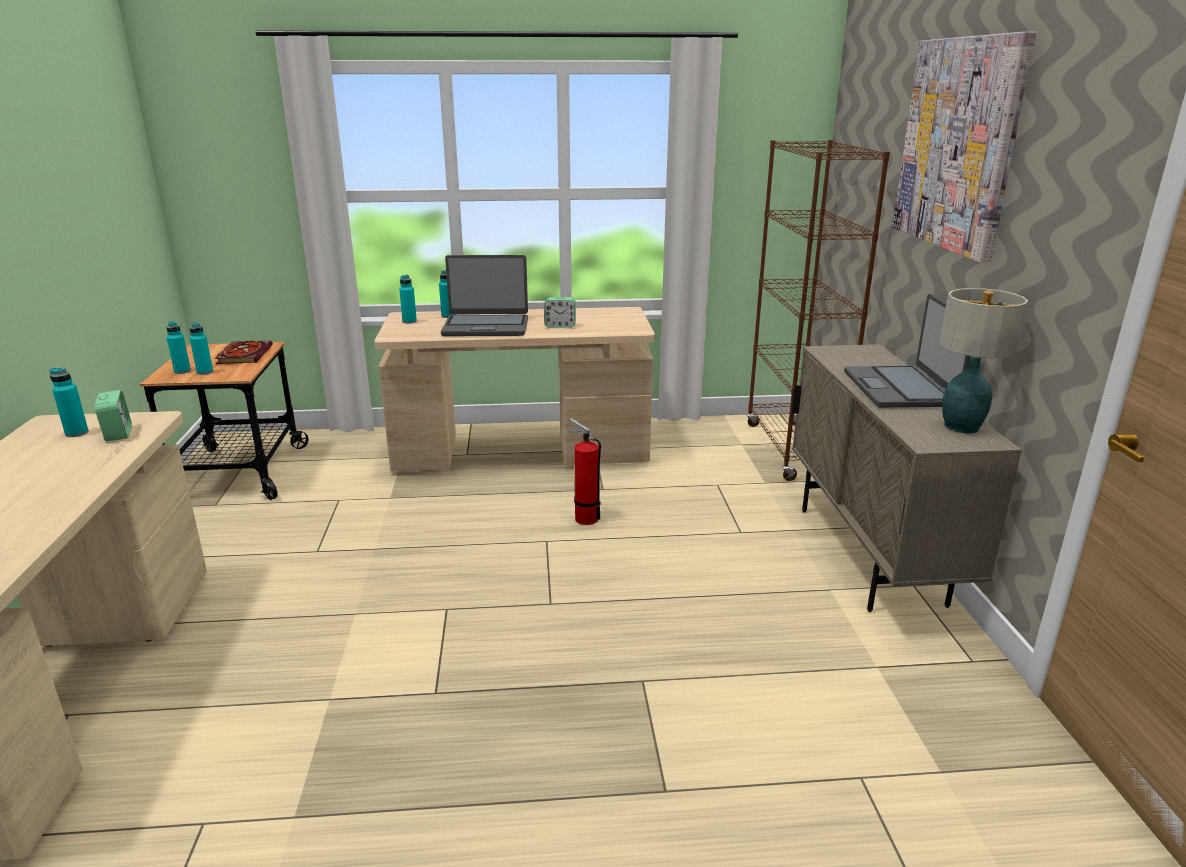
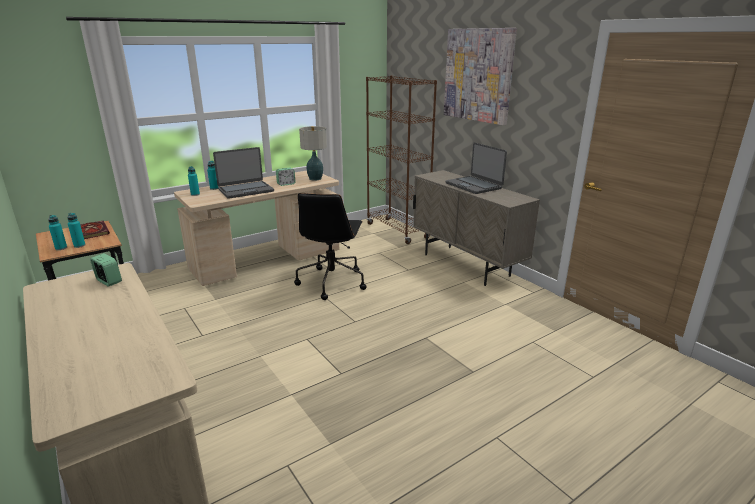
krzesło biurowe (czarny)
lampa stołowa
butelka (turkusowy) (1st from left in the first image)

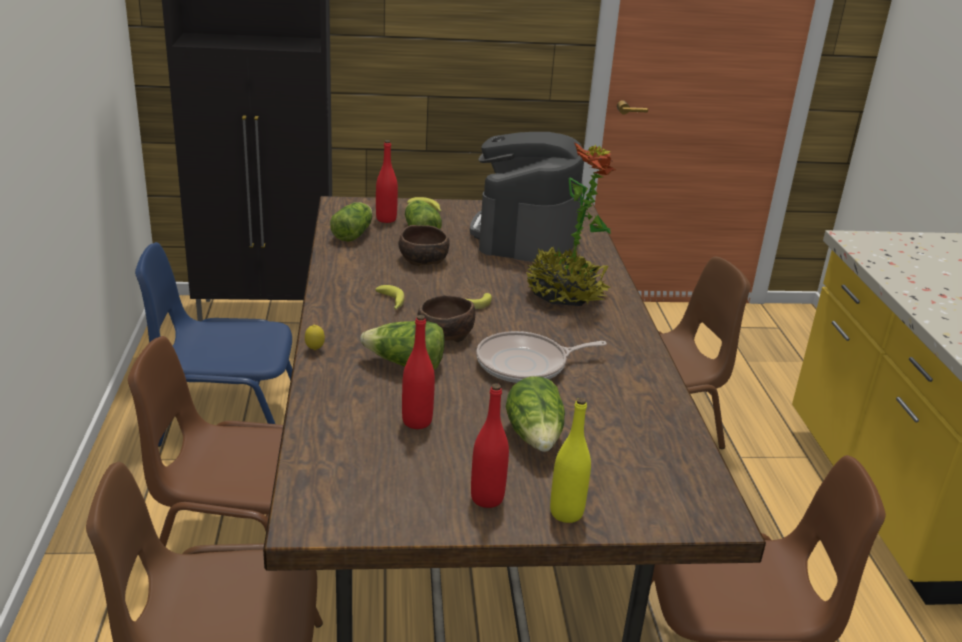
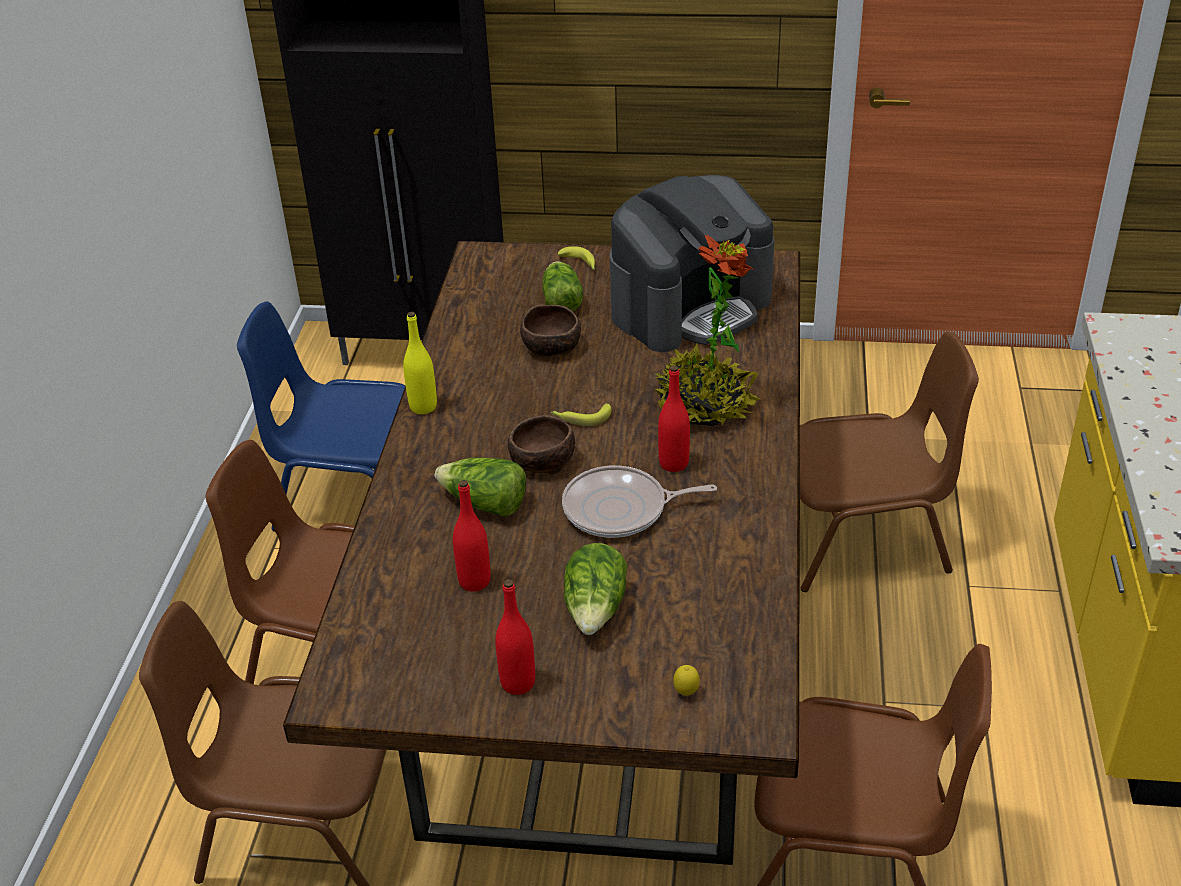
butelka (żółty)
ekspres do kawy
butelka (czerwony) (3rd from left)
cytryna
sałata (1st from left in the first image)
banan (1st from left in the first image)

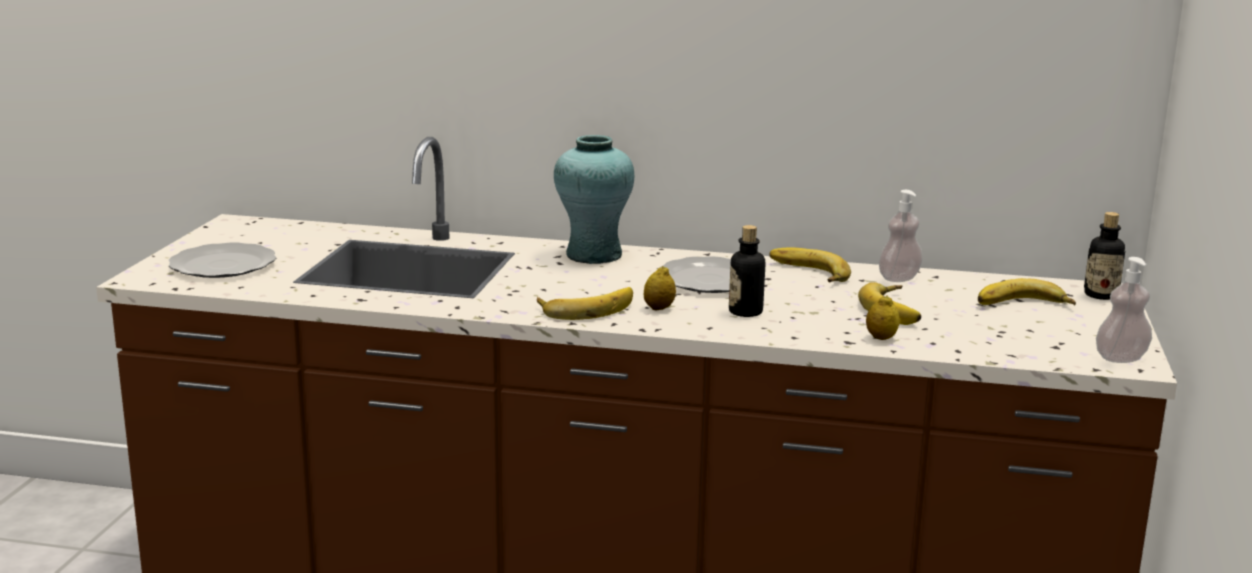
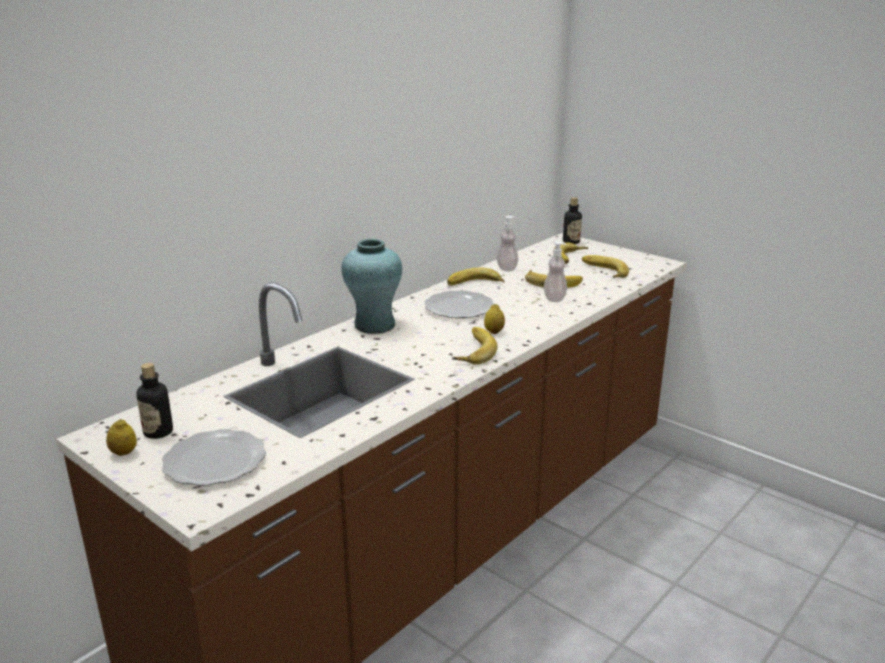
cytryna (1st from left)
butelka (1st from left)
dozownik mydła (2nd from left)
banan (5th from left)

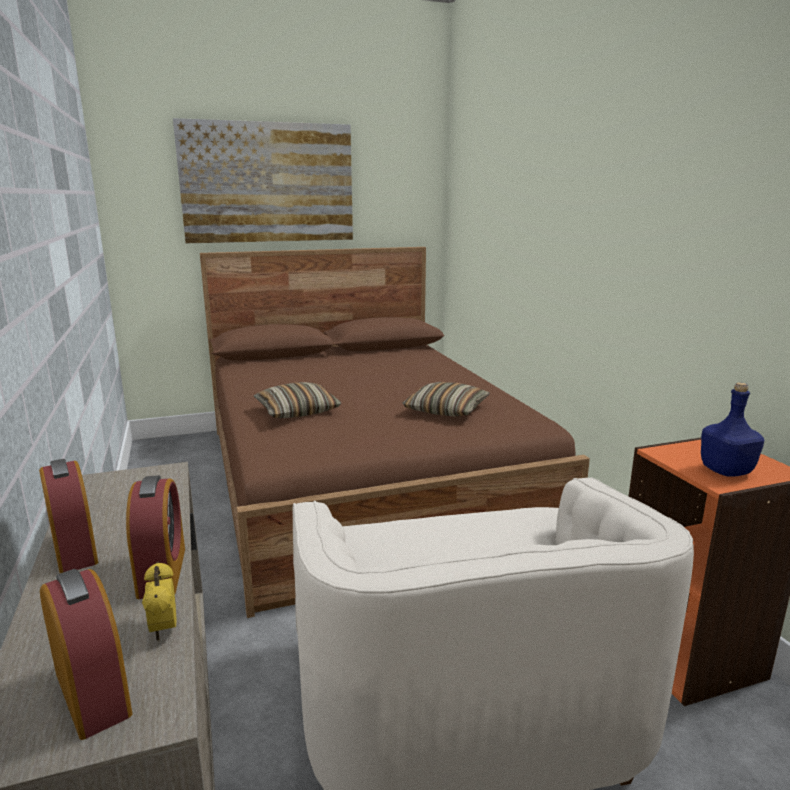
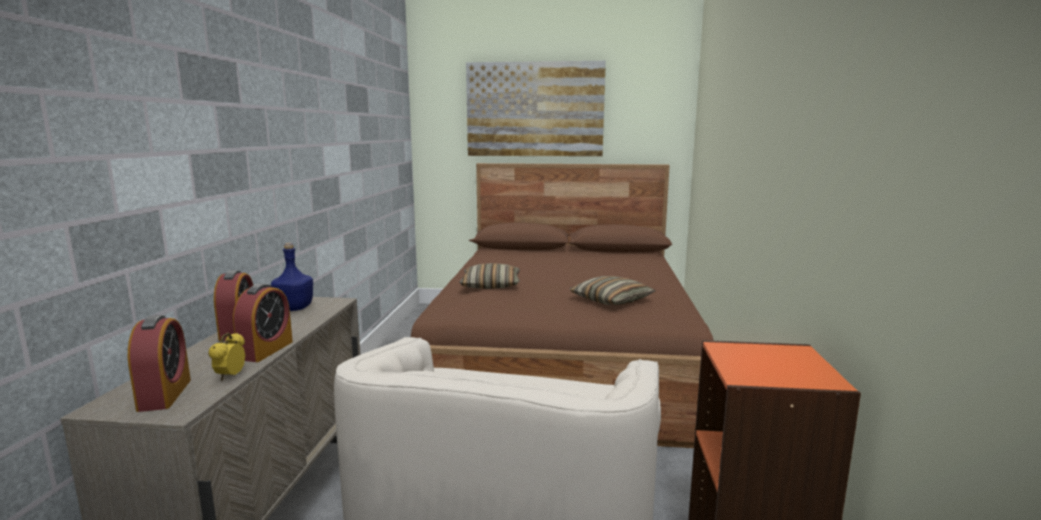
butelka (niebieski)

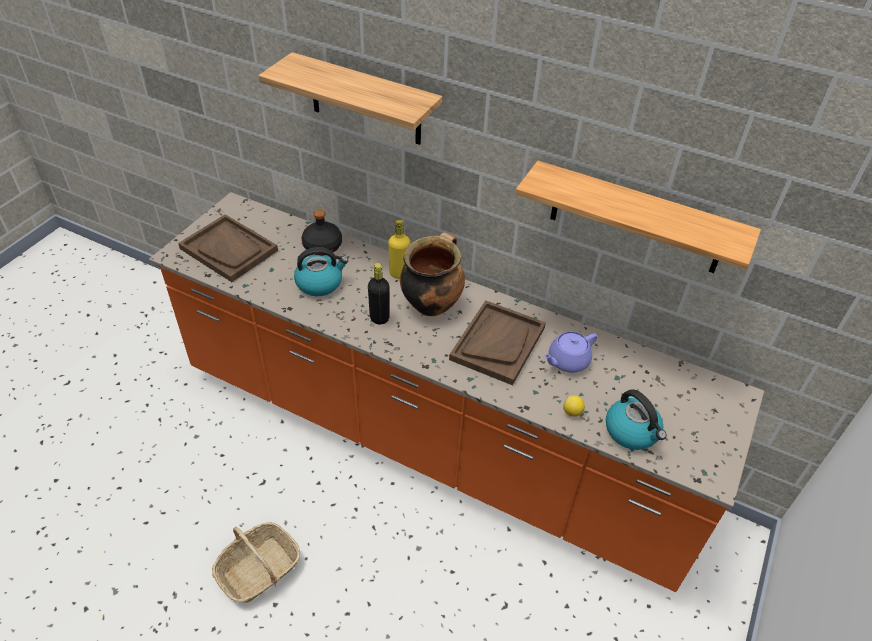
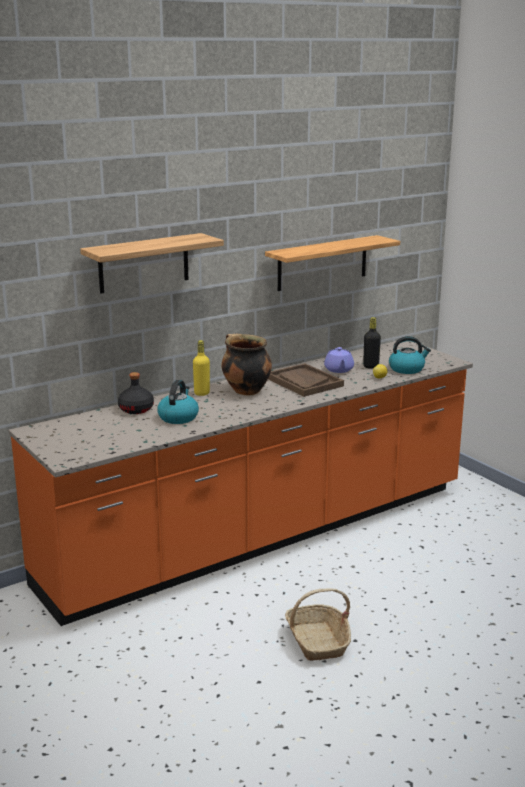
butelka (czarny) (2nd from left)
taca (brązowy) (1st from left in the first image)

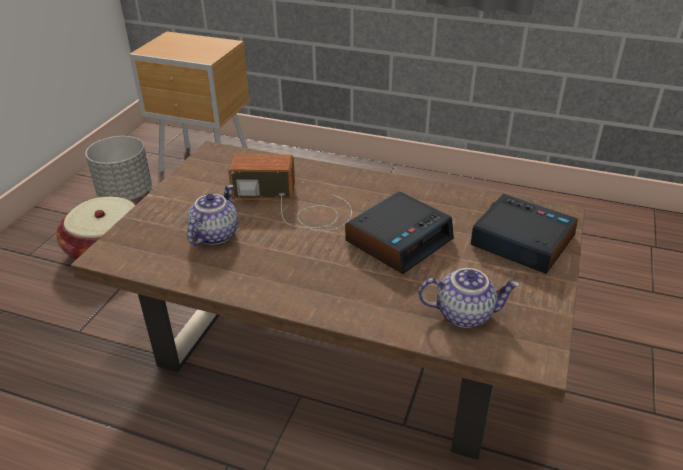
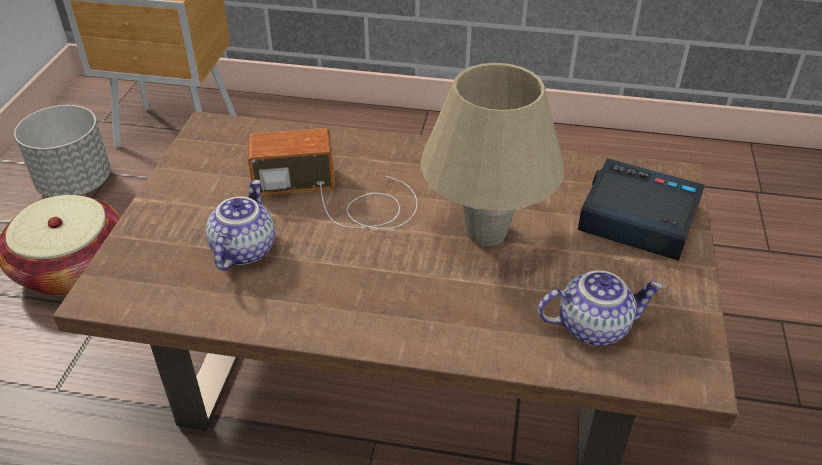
lampa stołowa (beżowy)

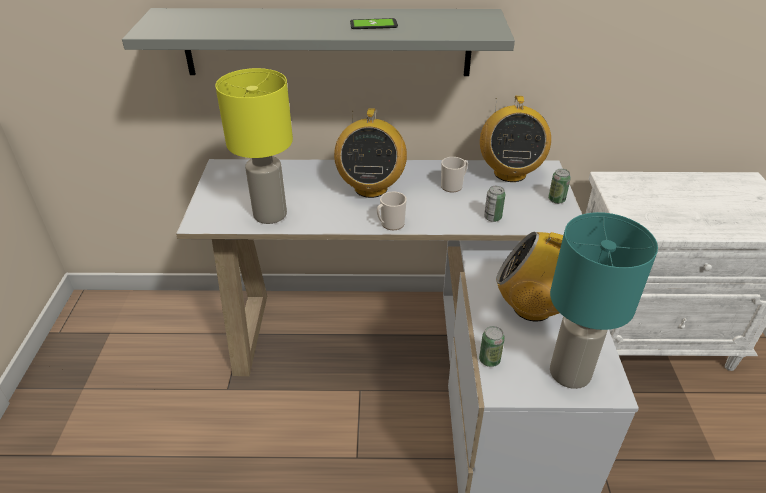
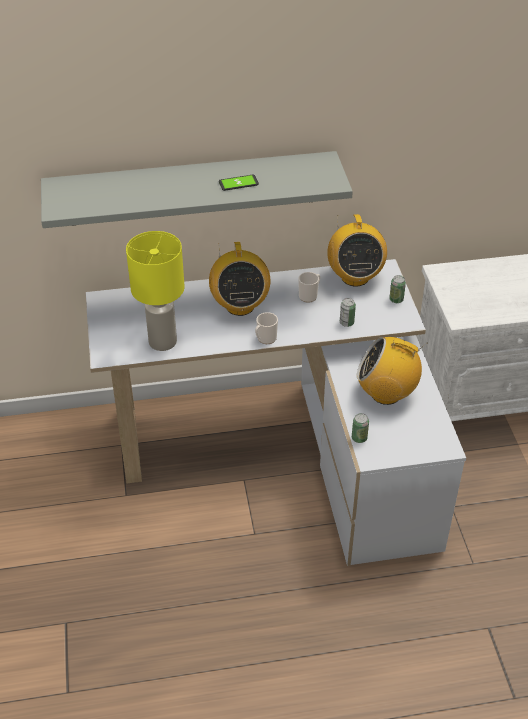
lampa stołowa (turkusowy)

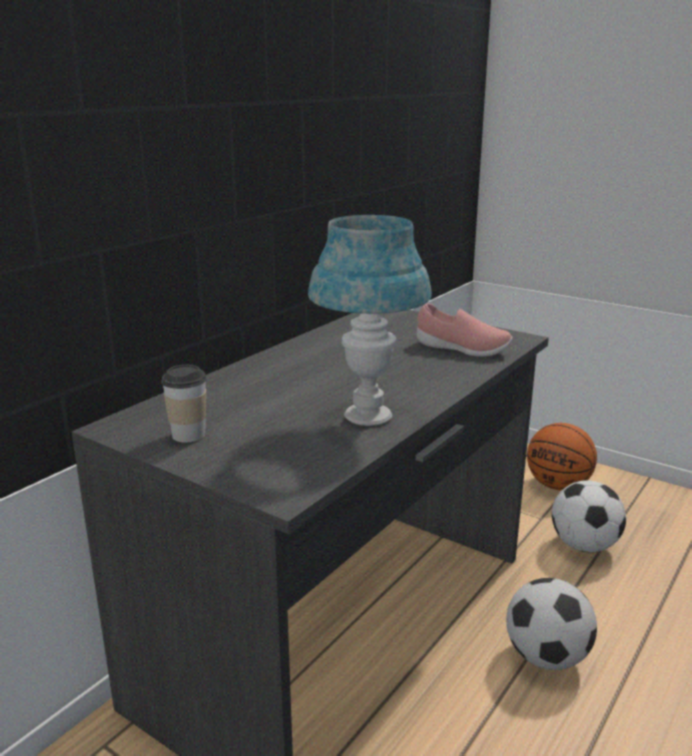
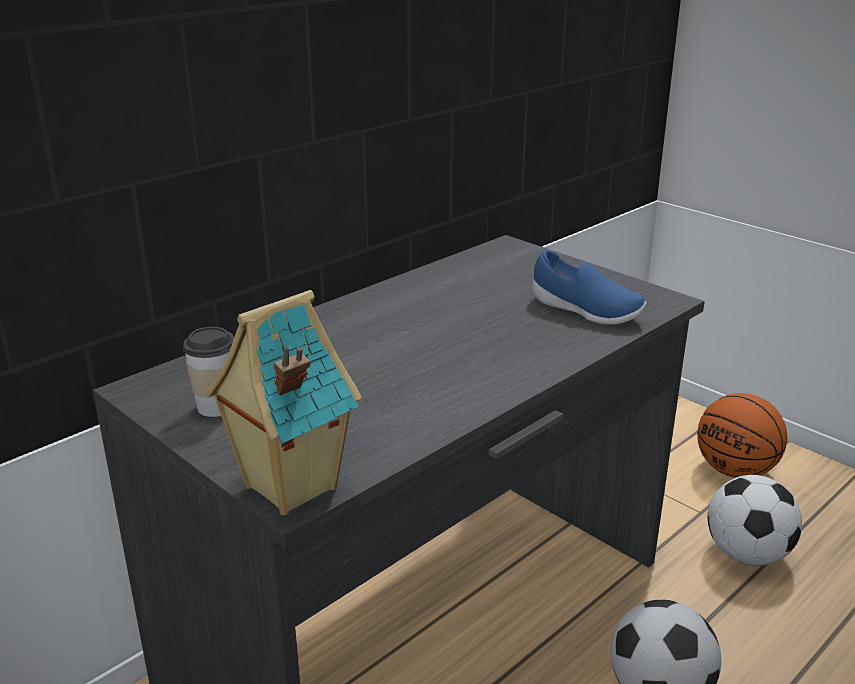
domek
but (niebieski)
lampa stołowa (niebieski)

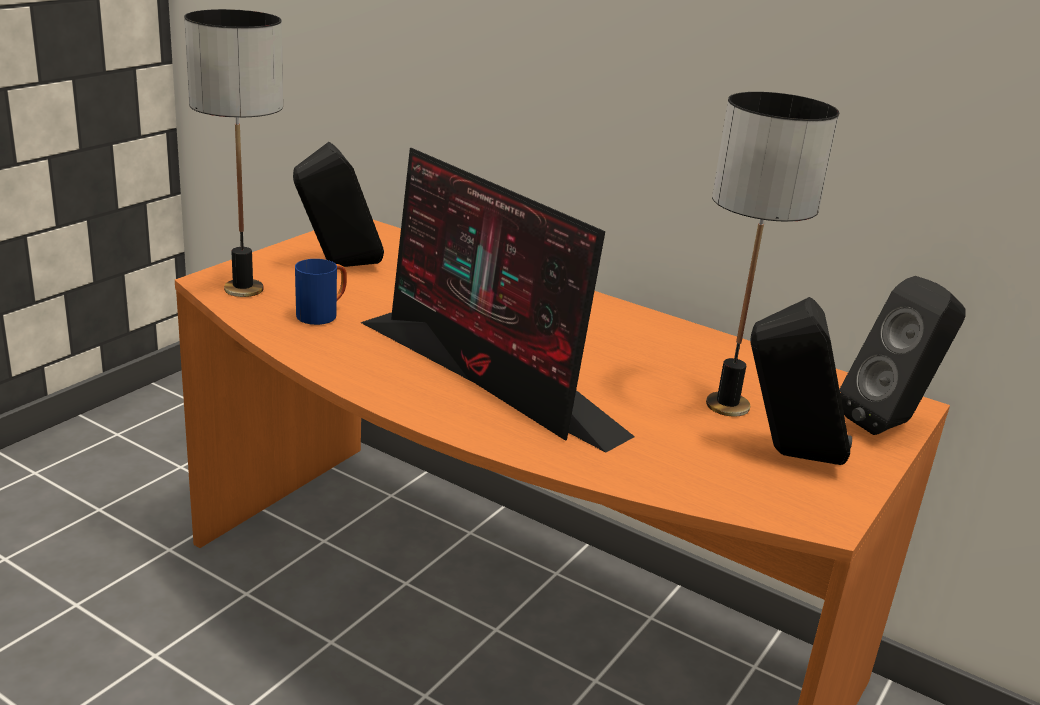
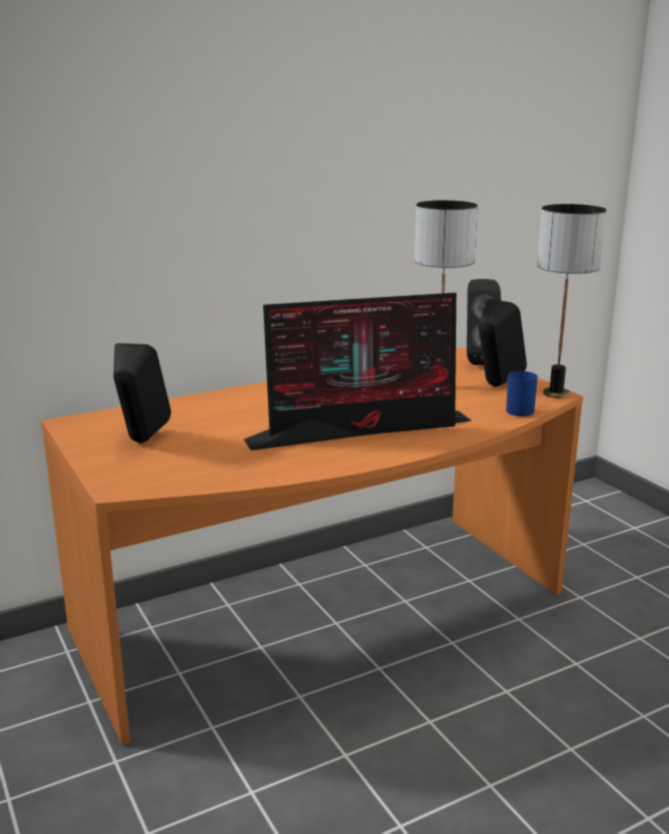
kubek (niebieski)
lampa stołowa (2nd from left)

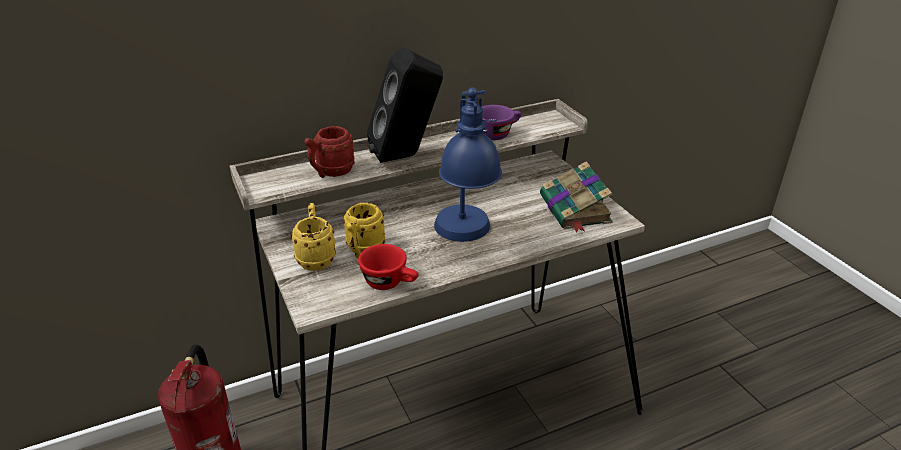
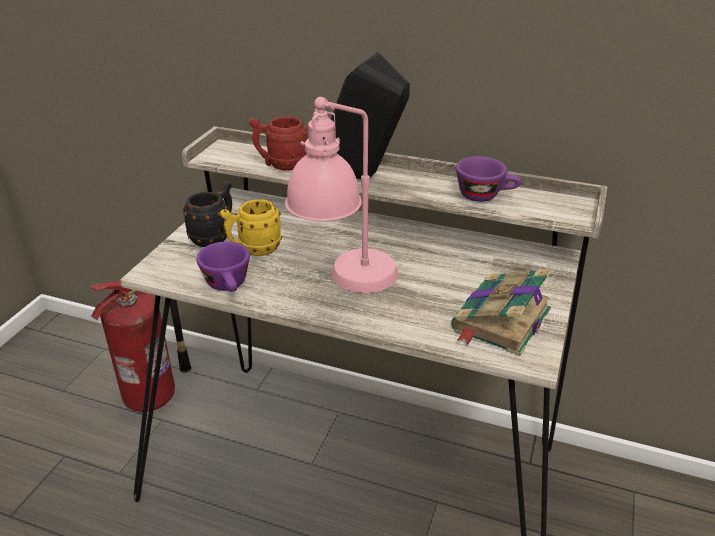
kubek (czarny)
filiżanka (fioletowy) (1st from left)
lampa stołowa (różowy)

